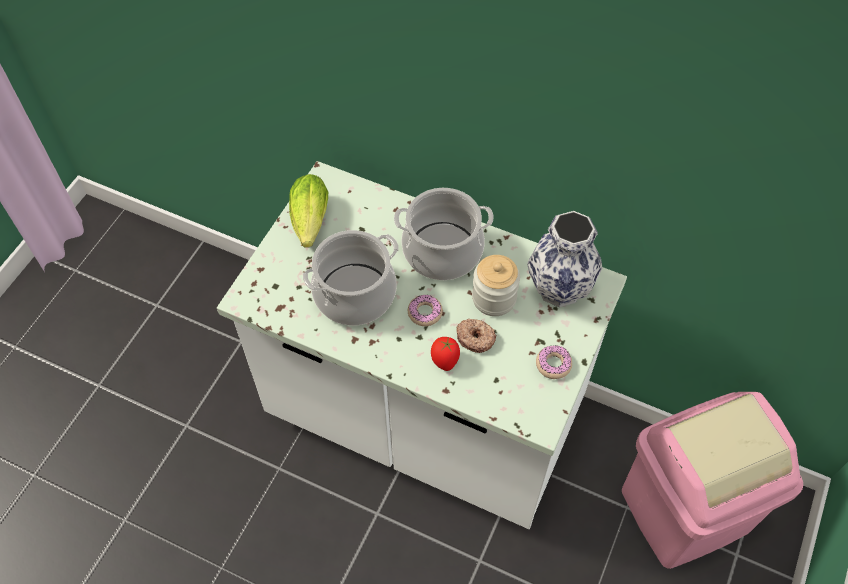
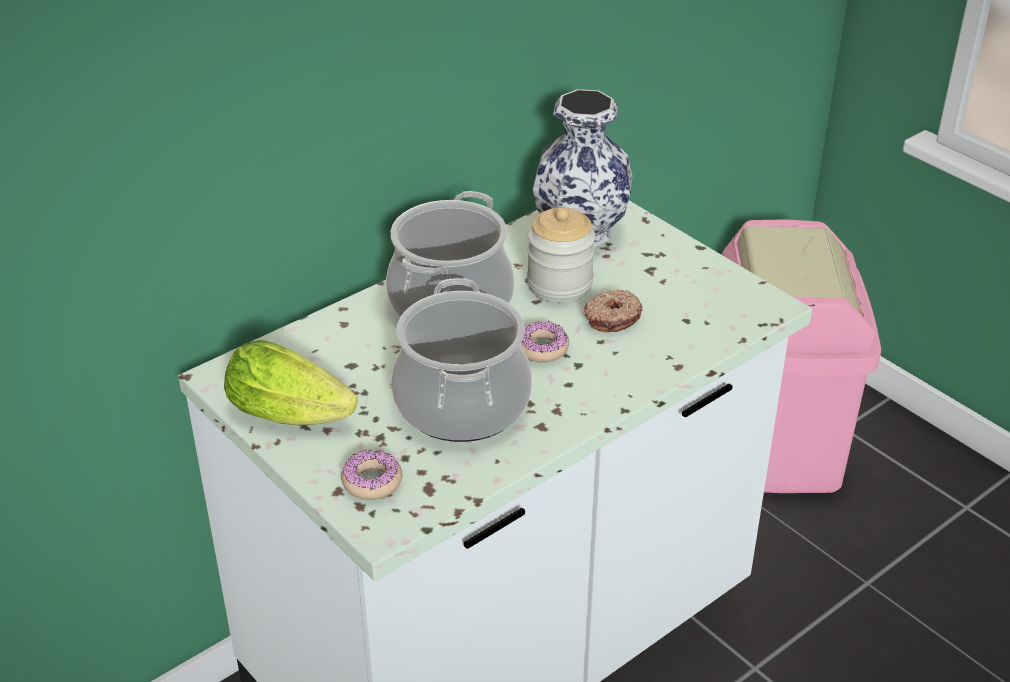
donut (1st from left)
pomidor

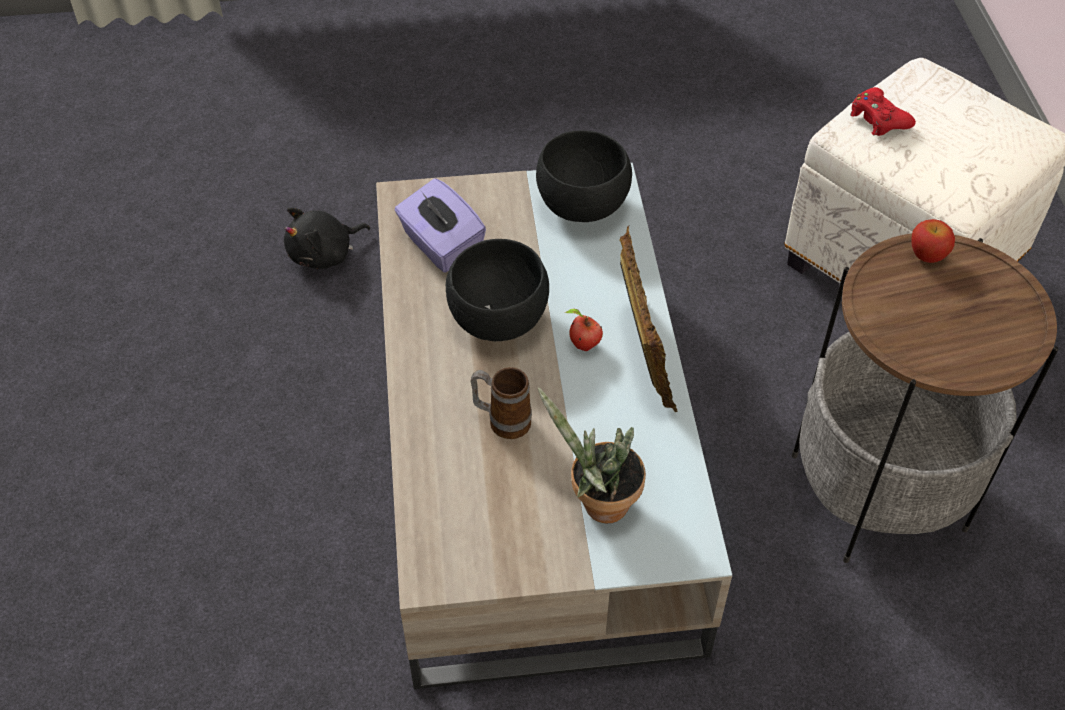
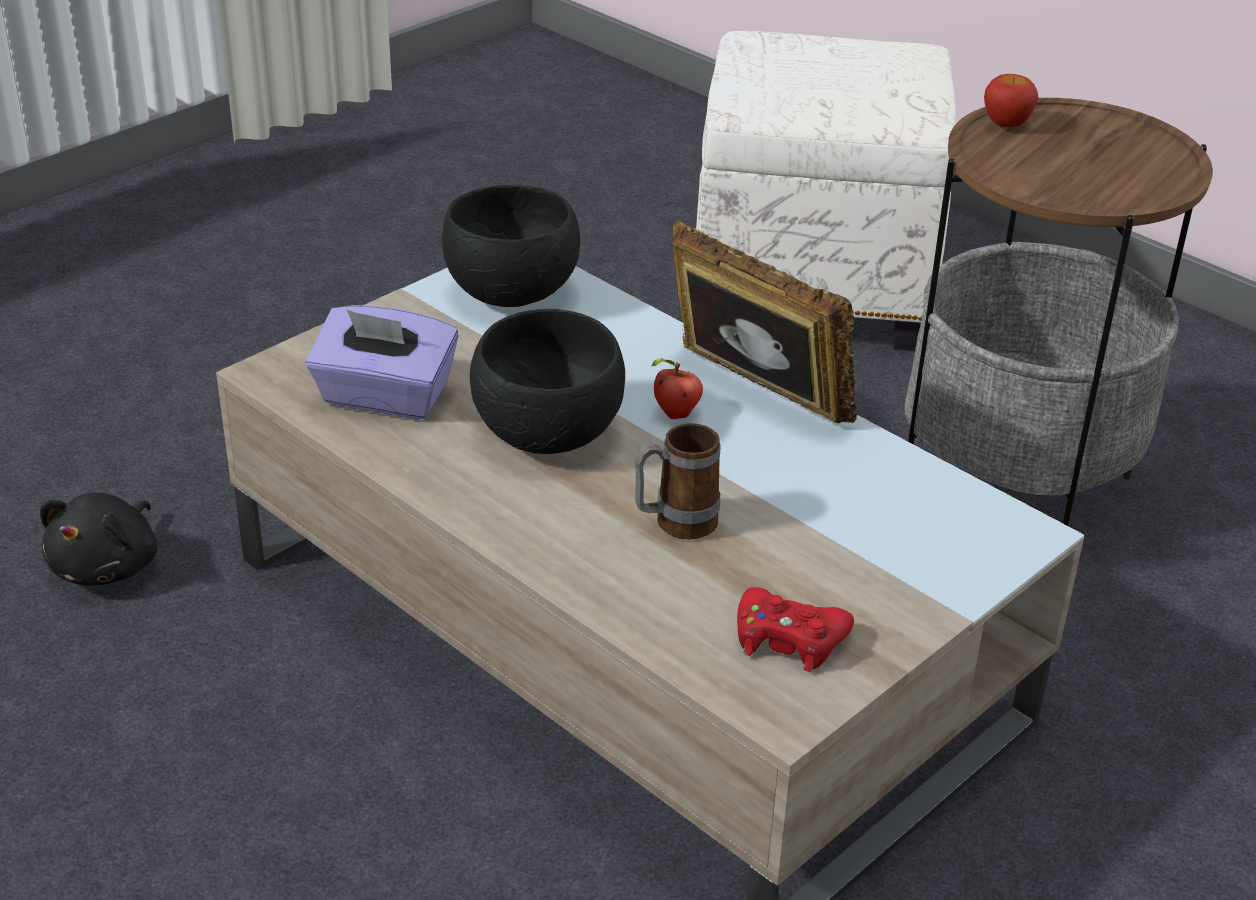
pad do gier (czerwony)
roślina doniczkowa

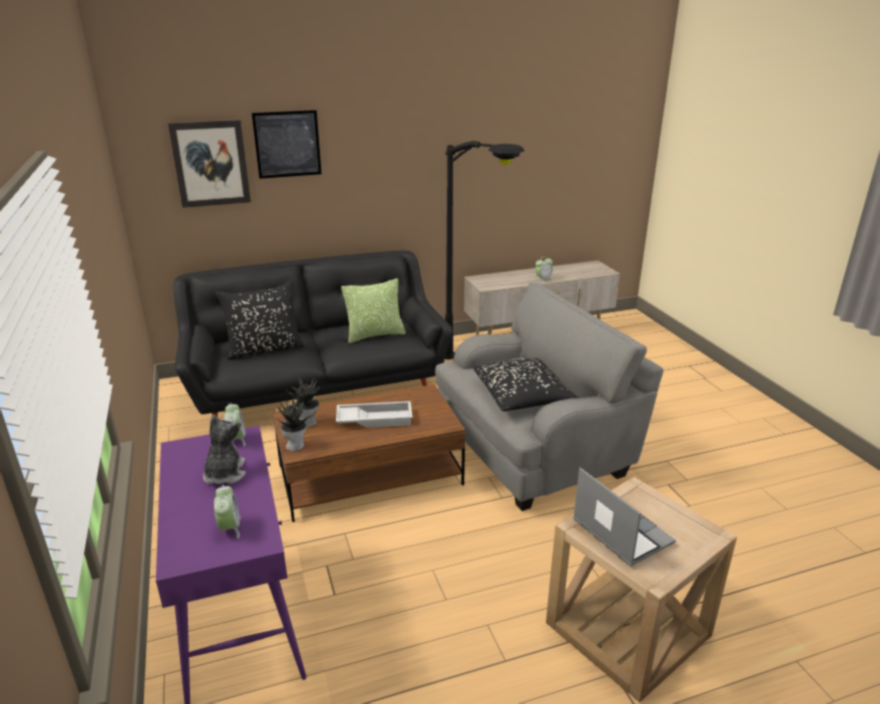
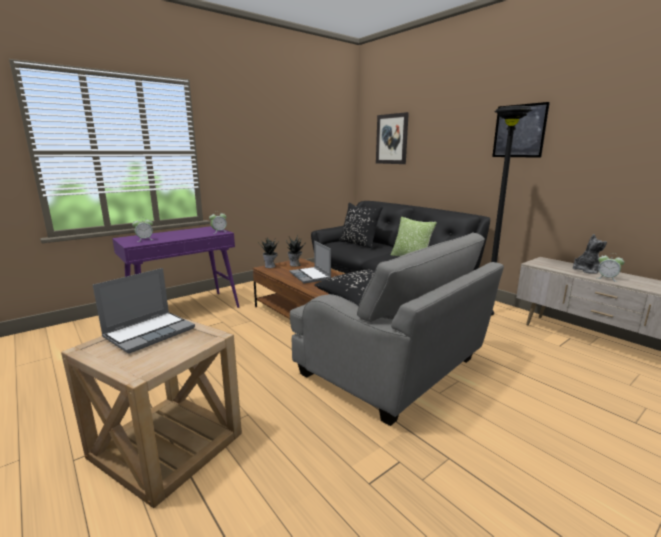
laptop (2nd from left)
obraz (2nd from left)
pluszak

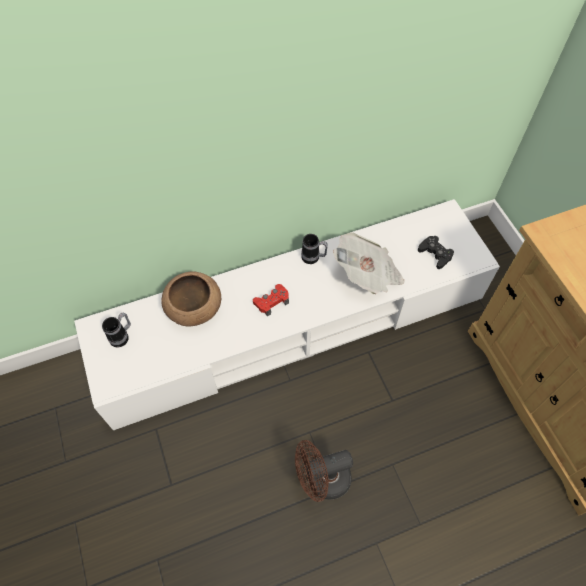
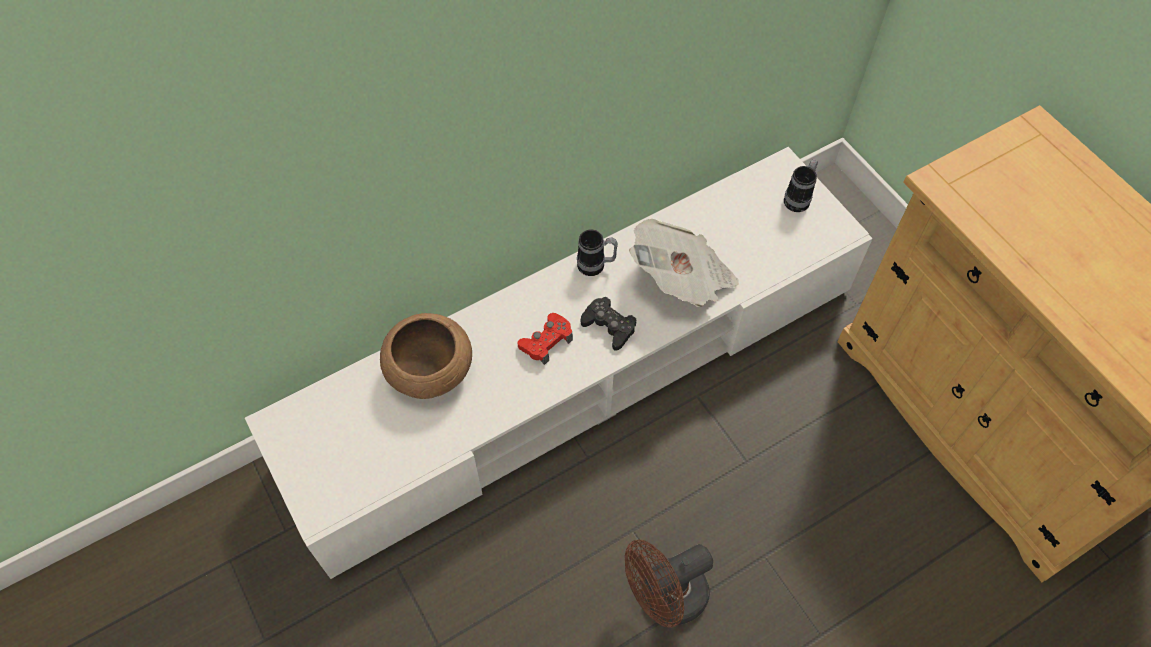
pad do gier (czarny)
kubek (2nd from left)

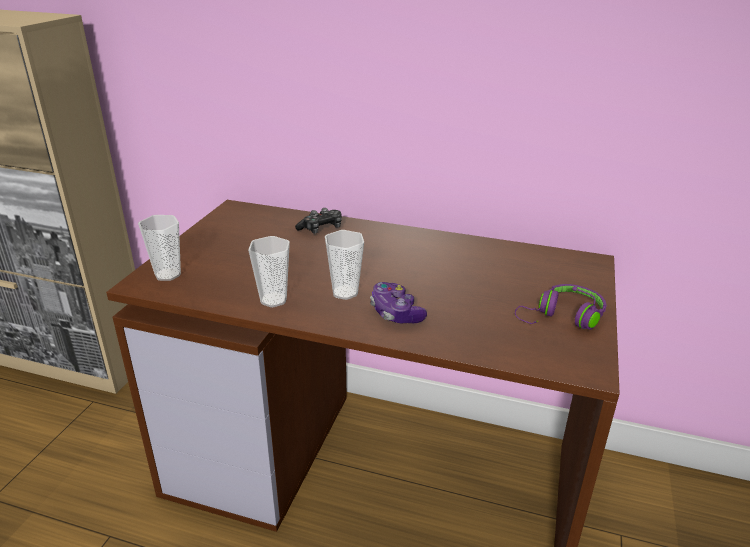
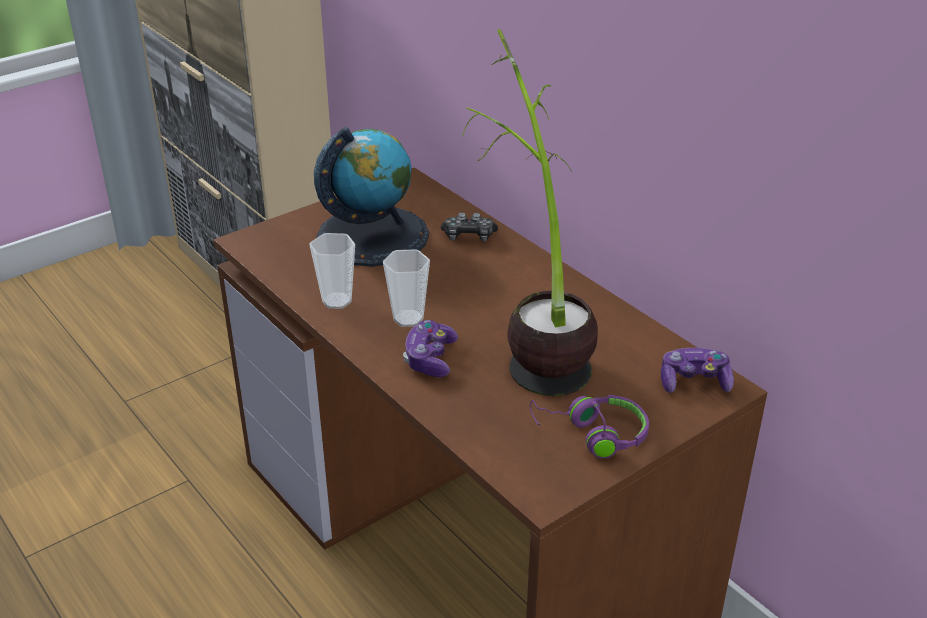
globus
roślina doniczkowa
pad do gier (3rd from left)
filiżanka (1st from left in the first image)

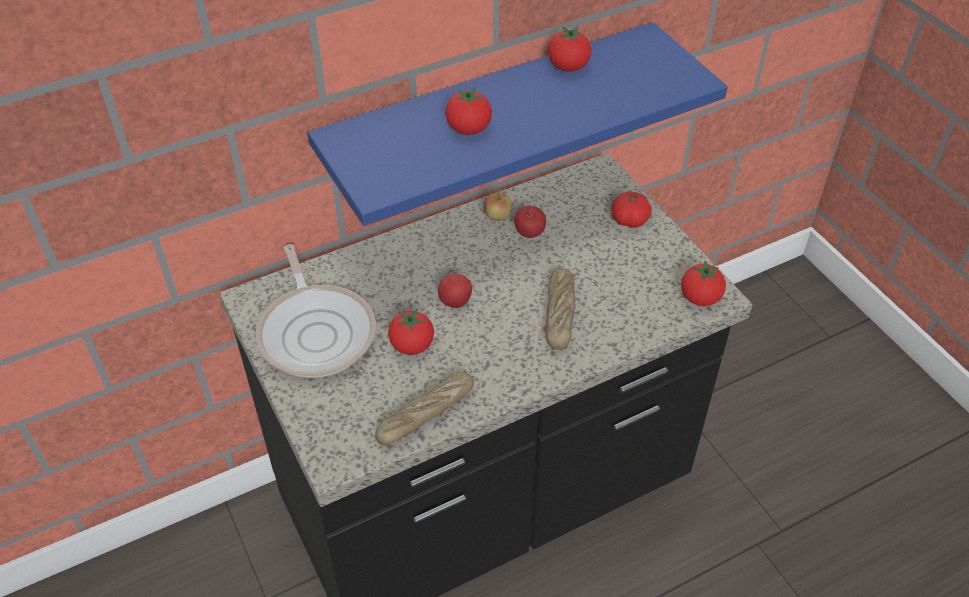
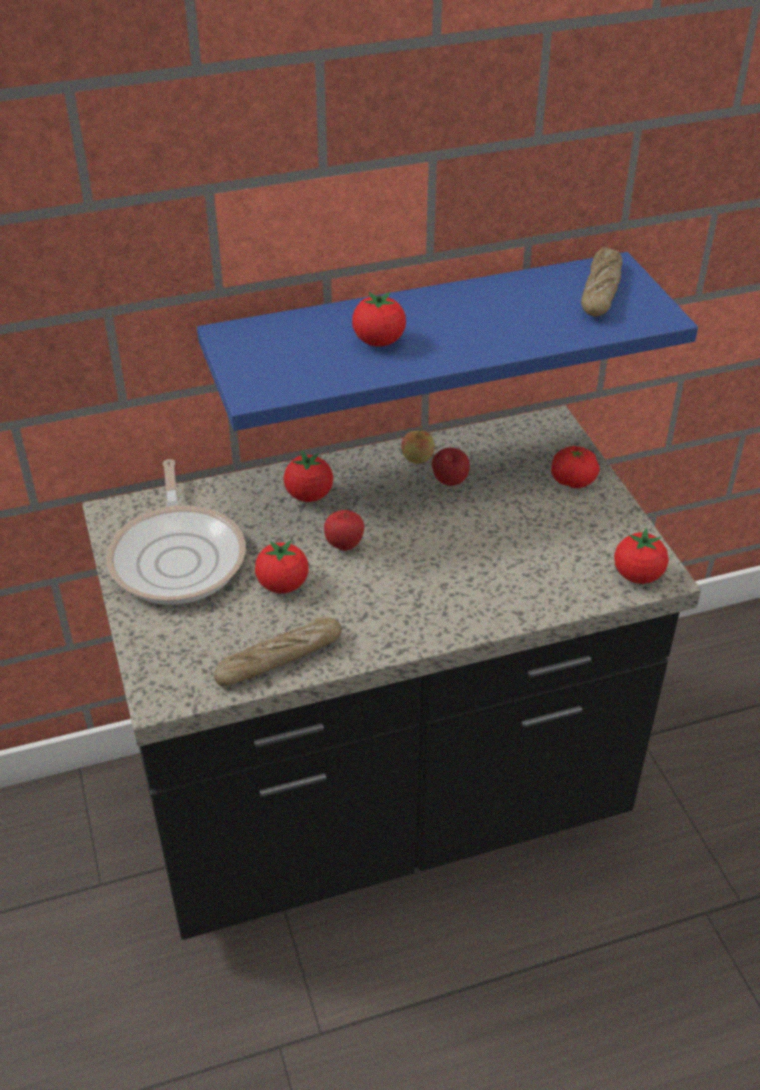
pomidor (2nd from left)
chleb (2nd from left)

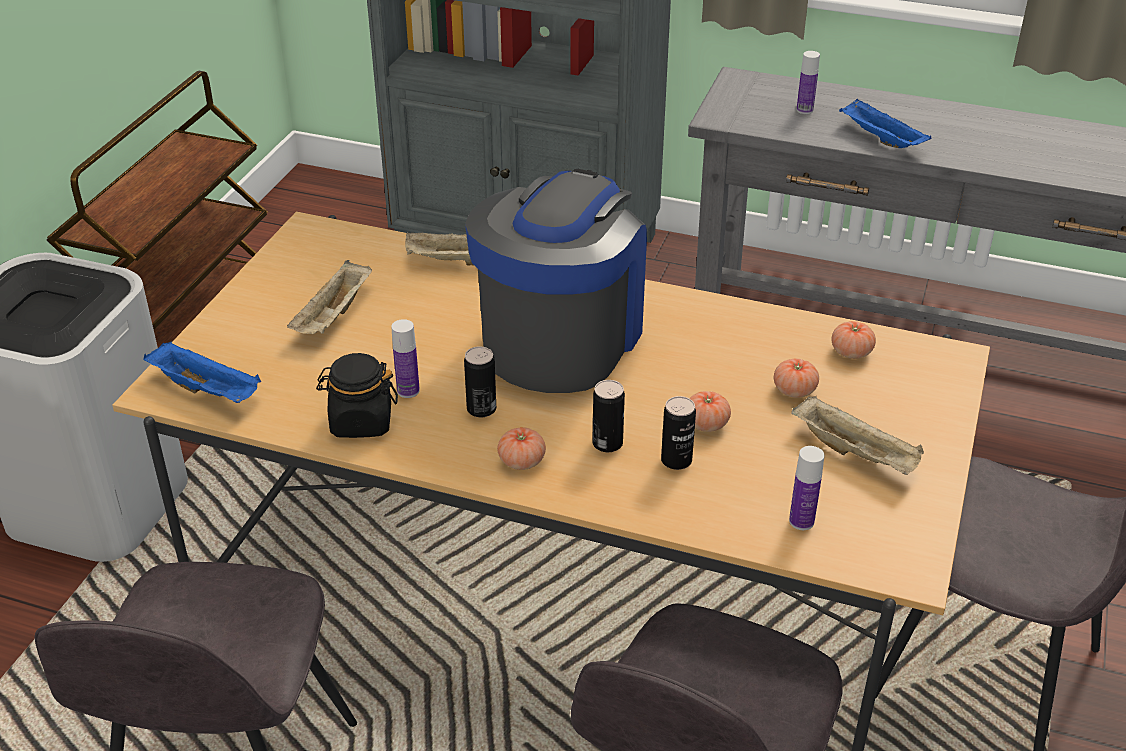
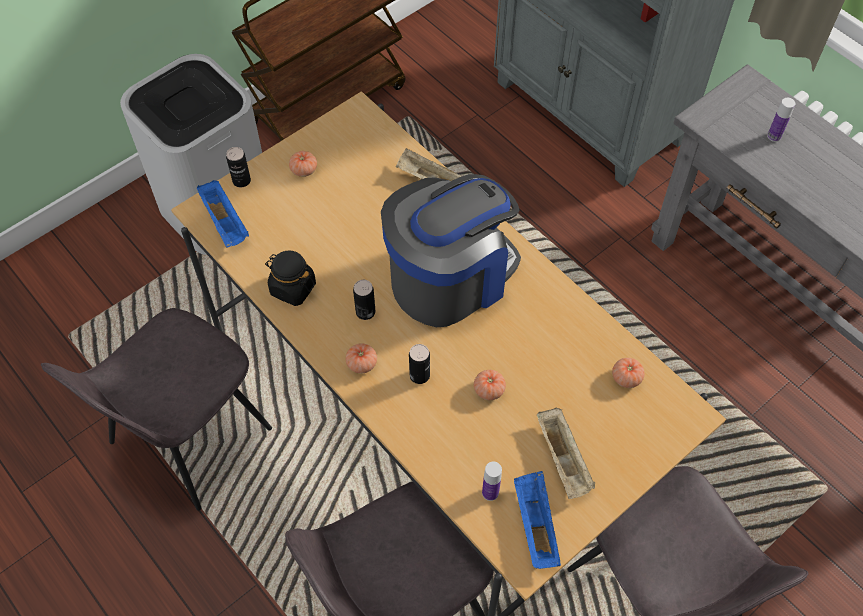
puszka (1st from left)
pomidor (1st from left)
taca (niebieski) (2nd from left)
taca (beżowy) (1st from left in the first image)
butelka (1st from left in the first image)

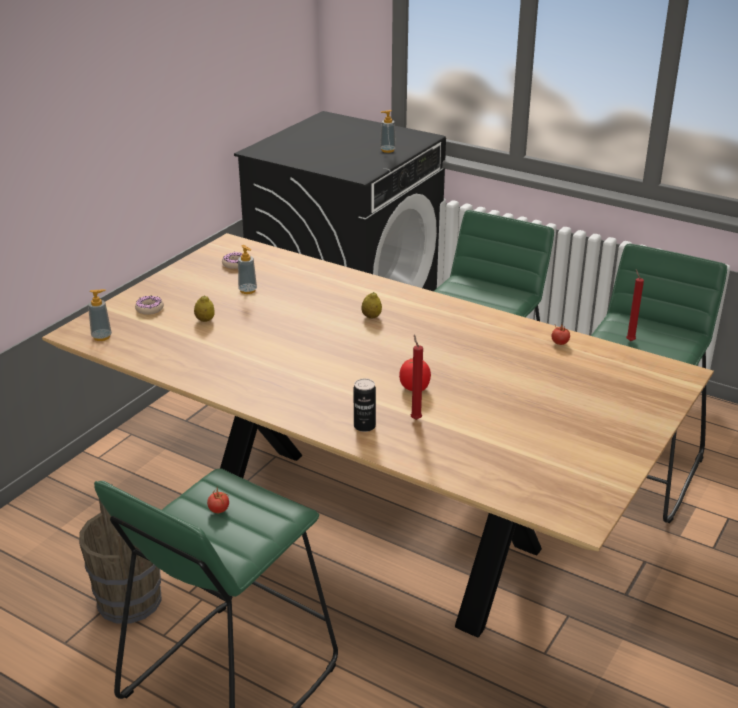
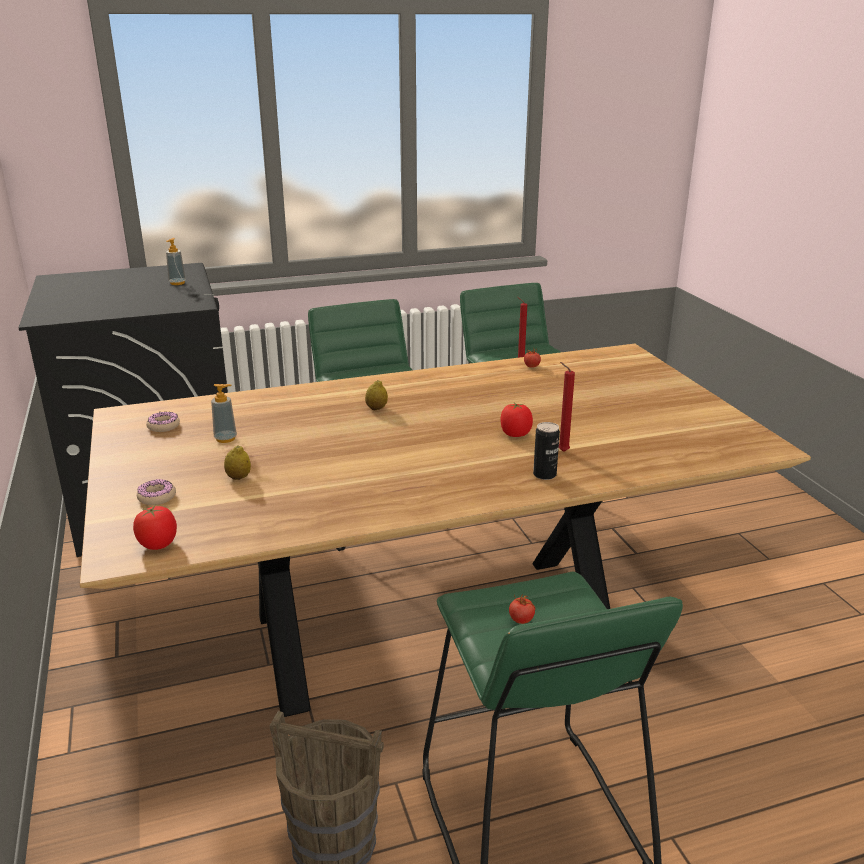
pomidor (1st from left)

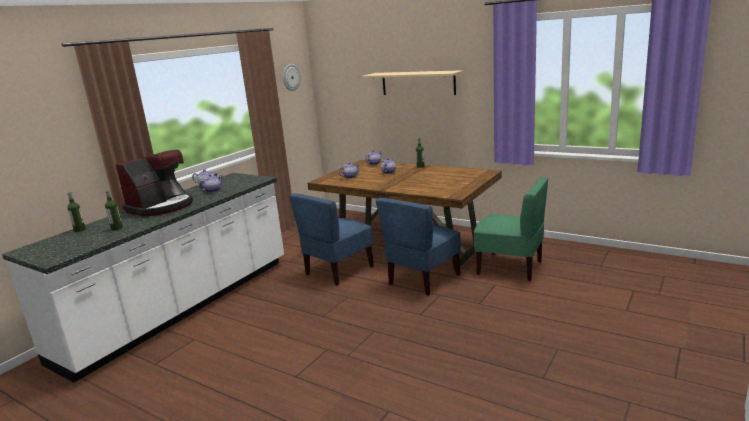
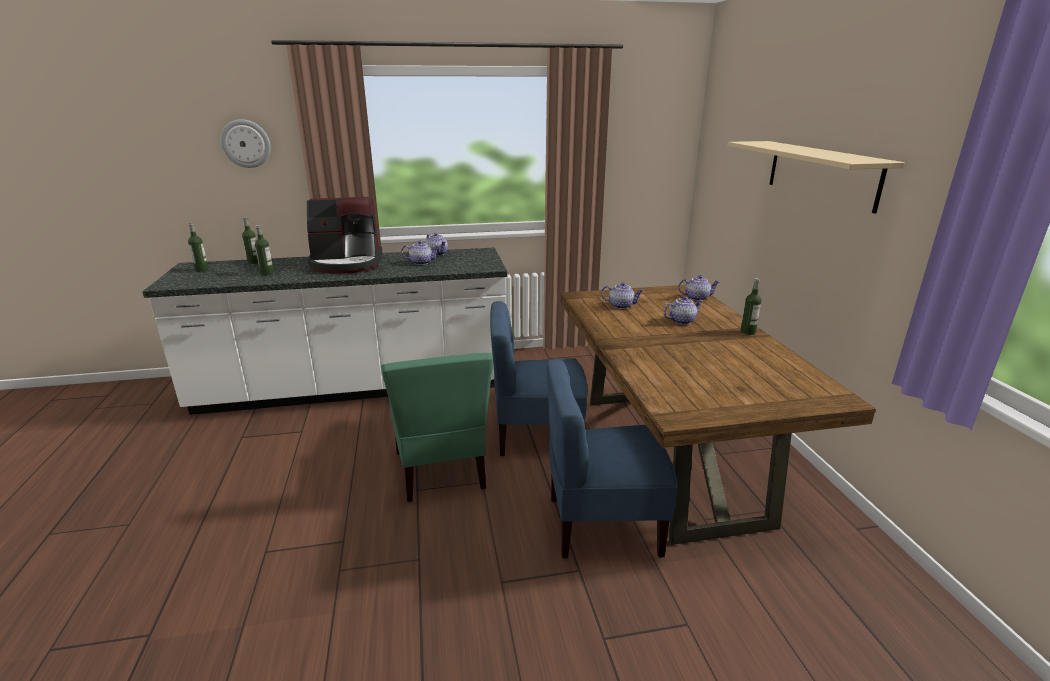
butelka (1st from left)
zegar ścienny
krzesło (zielony)

